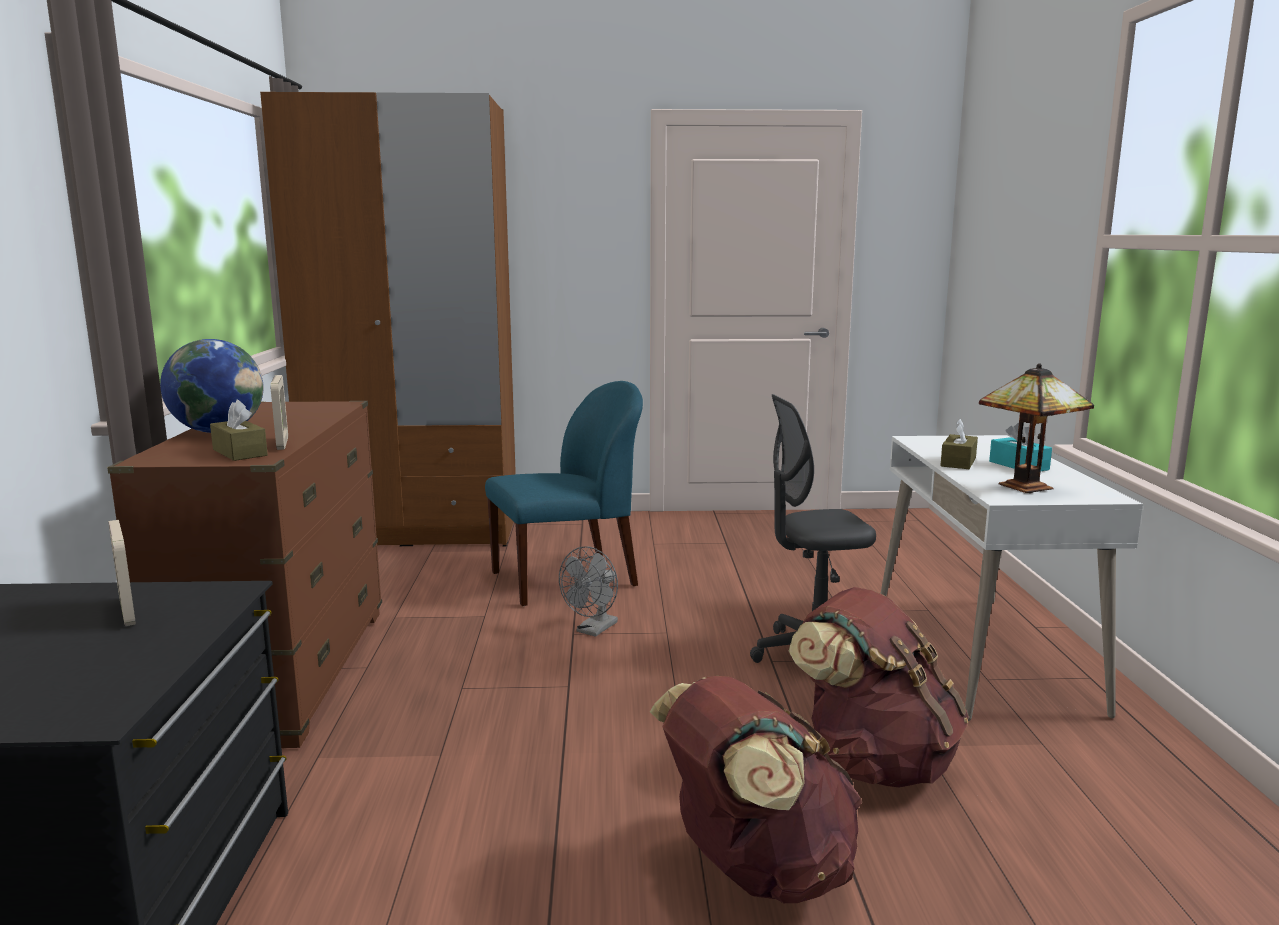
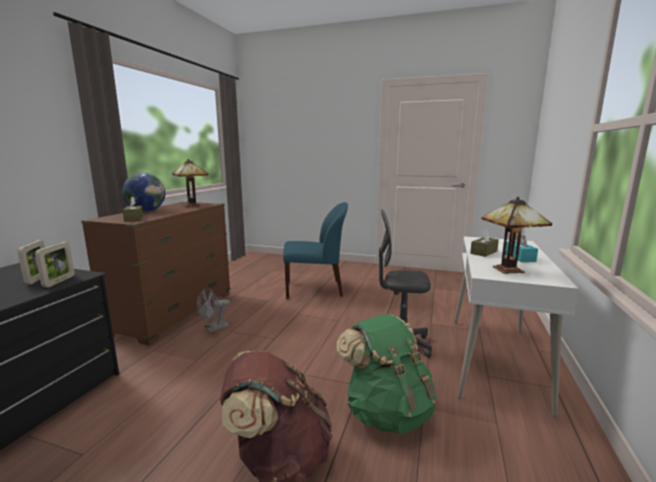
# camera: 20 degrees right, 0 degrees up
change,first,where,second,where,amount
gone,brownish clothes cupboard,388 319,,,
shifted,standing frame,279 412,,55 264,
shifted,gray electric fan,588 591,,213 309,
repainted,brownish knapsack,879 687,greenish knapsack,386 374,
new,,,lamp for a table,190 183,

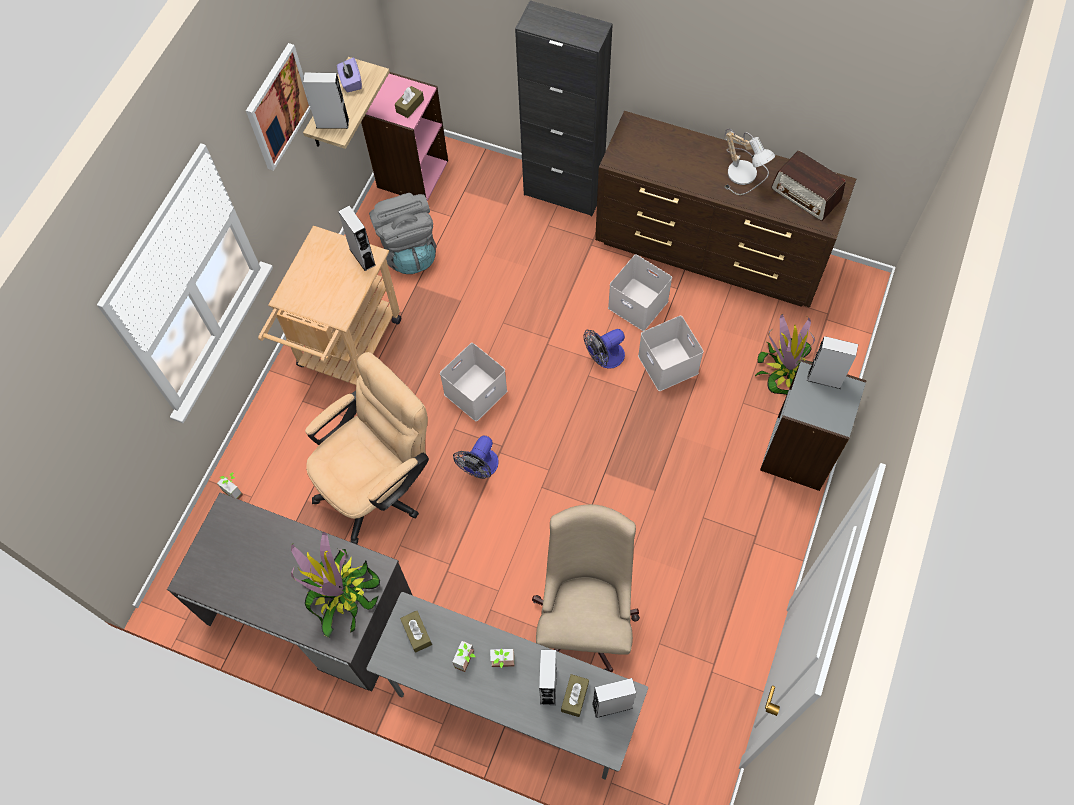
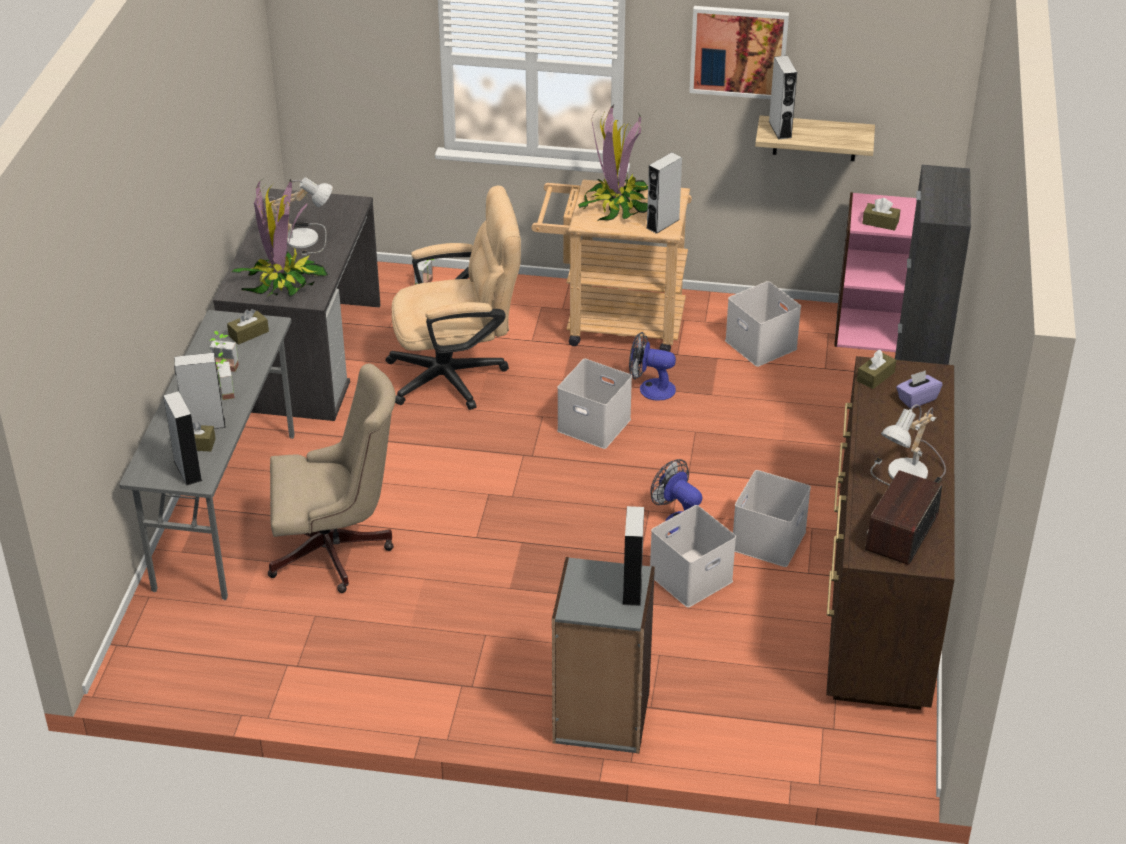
# camera: 75 degrees right, 25 degrees down
change,first,where,second,where,amount
rotated,beige office chair,367 448,,453 298,45 degrees counterclockwise
shifted,purplish tissue box,349 74,,919 389,
swapped,gray knapsack,403 233,white-coloured storage box,763 324,
shifted,electric fan,476 457,,652 366,
shifted,plant in a pot,785 354,,613 162,
new,,,lamp for a table,298 216,
new,,,brownish tissue box,876 369,

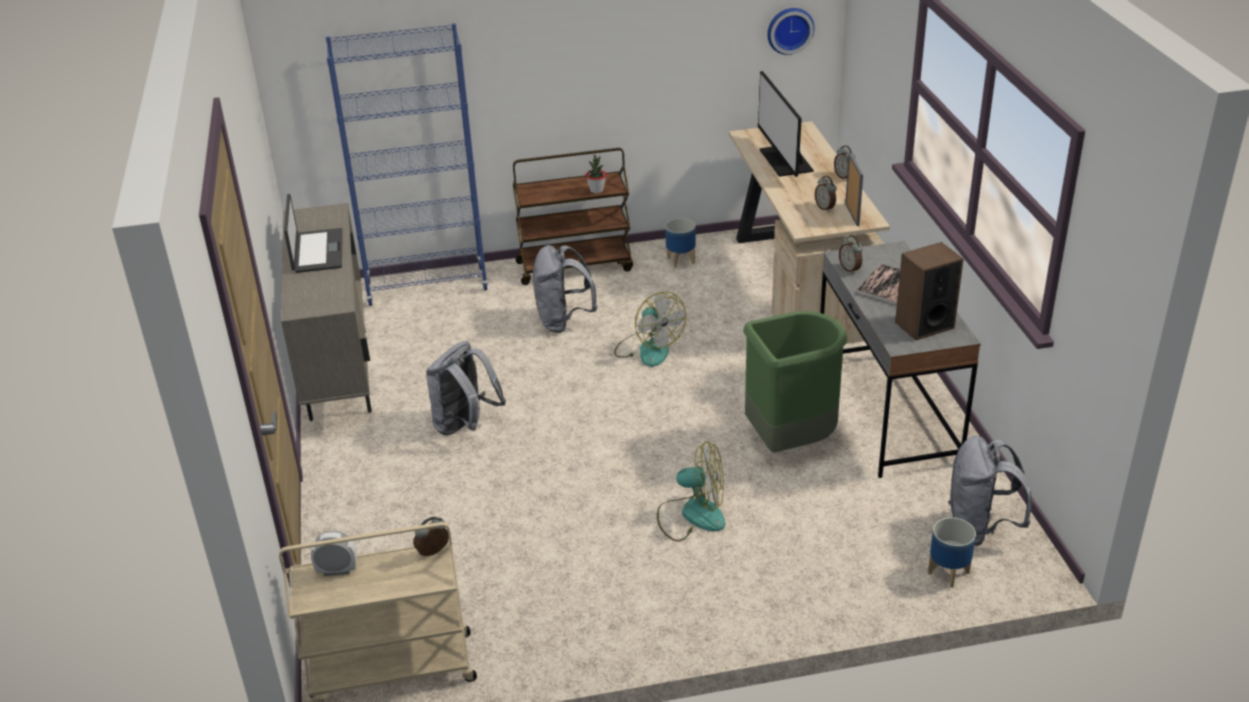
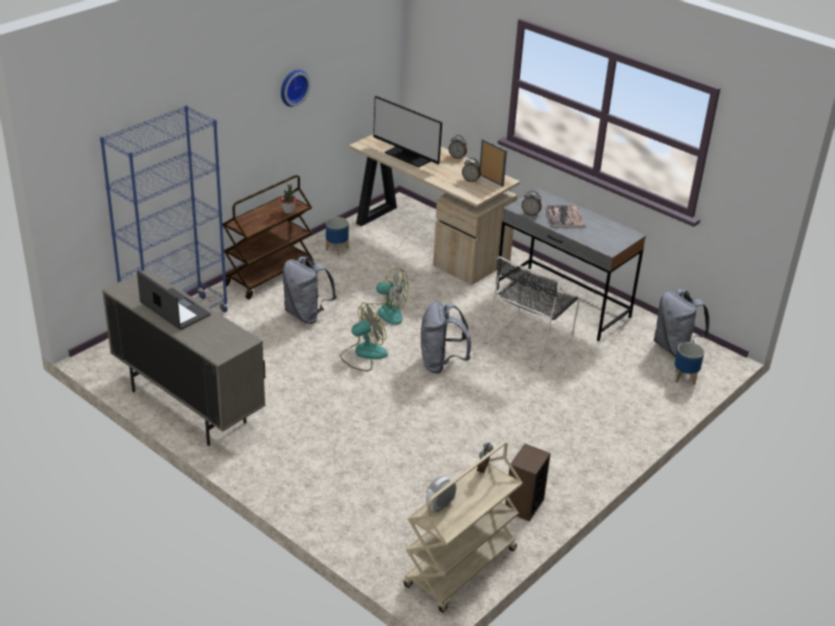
# camera: 40 degrees left, 0 degrees up
change,first,where,second,where,amount
shifted,gray knapsack,466 388,,446 337,
shifted,electric fan,691 491,,364 337,
swapped,greenish rubbish bin,795 381,black-coloured upright chair,532 312,
shifted,clock on the wall,791 31,,296 88,
shifted,audio speaker,929 291,,528 482,

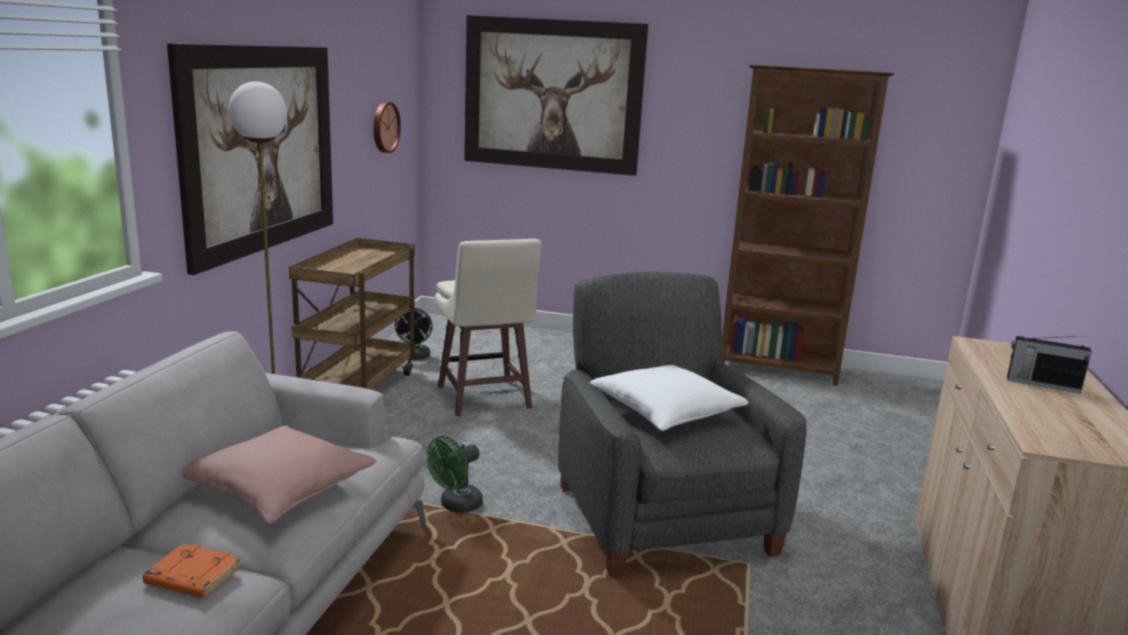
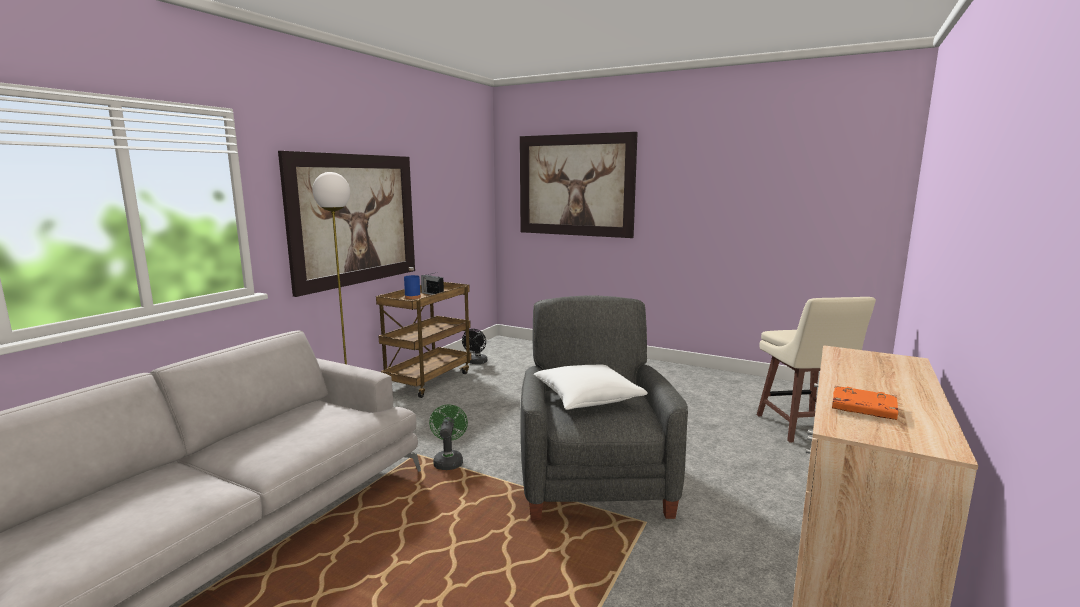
# camera: 15 degrees right, 5 degrees down
change,first,where,second,where,amount
shifted,orange bound book,192 570,,865 403,
gone,pink-coloured throw pillow,279 475,,,
gone,clock on the wall,387 127,,,
rotated,greenish electric fan,455 474,,448 437,120 degrees clockwise
shifted,beige sitting stool,488 327,,816 369,
gone,brownish shelving unit,807 225,,,
shifted,radio,1049 365,,432 283,
new,,,blue beverage bottle,412 283,

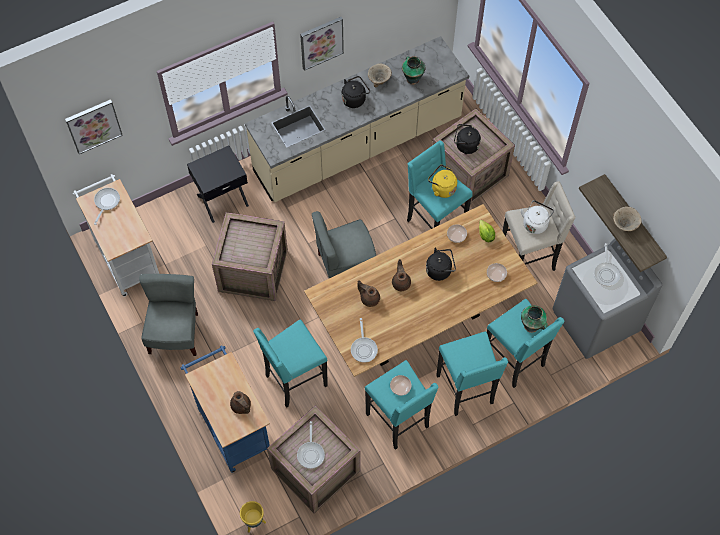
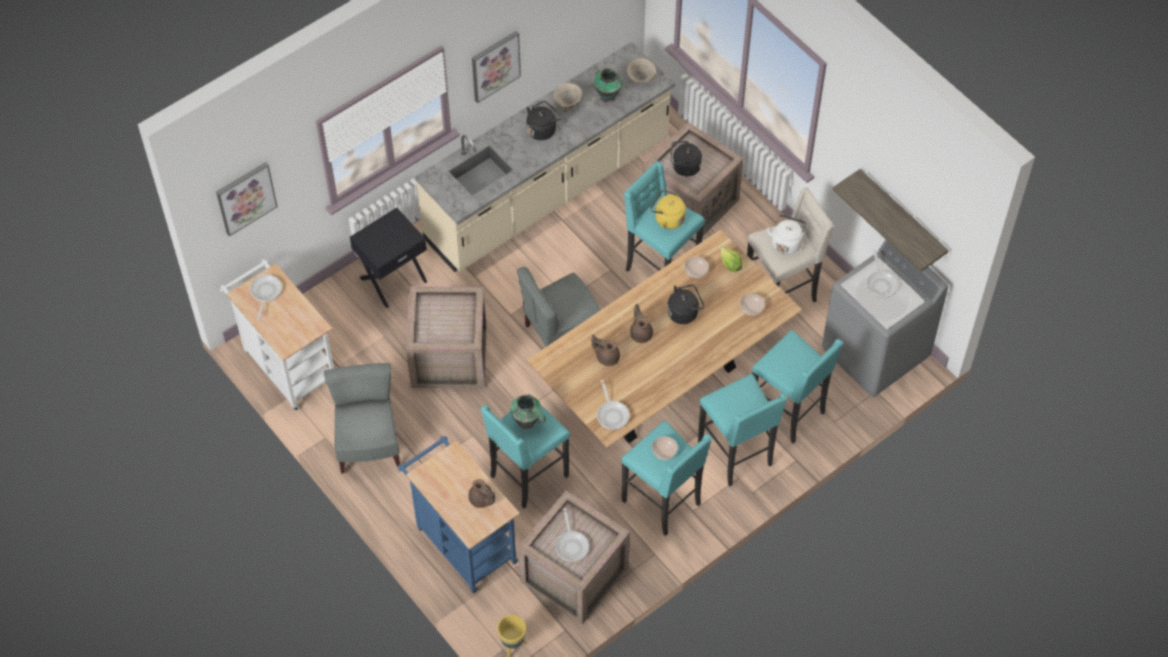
# camera: 10 degrees left, 5 degrees down
change,first,where,second,where,amount
shifted,vase,535 319,,528 412,
shifted,beige deep dish,627 219,,641 71,

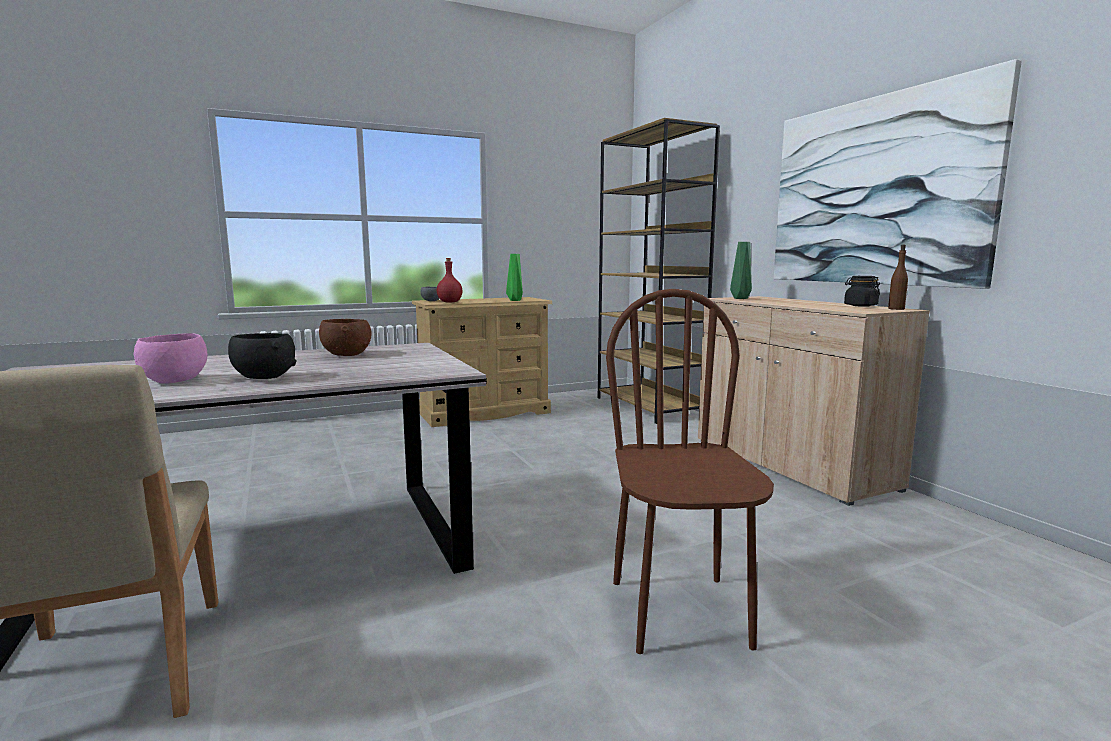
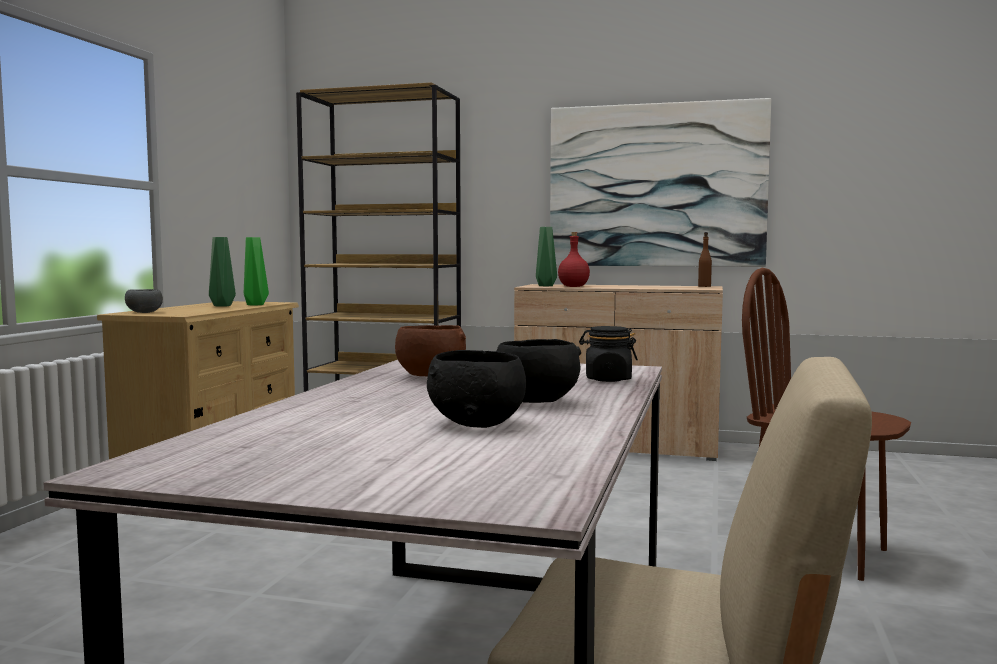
# camera: 50 degrees left, 5 degrees down
change,first,where,second,where,amount
repainted,pink-coloured deep dish,170 358,black-coloured deep dish,476 389,
shifted,red beverage bottle,450 280,,574 259,
shifted,black-coloured preserve jar,862 291,,608 354,
new,,,greenish vase,222 272,

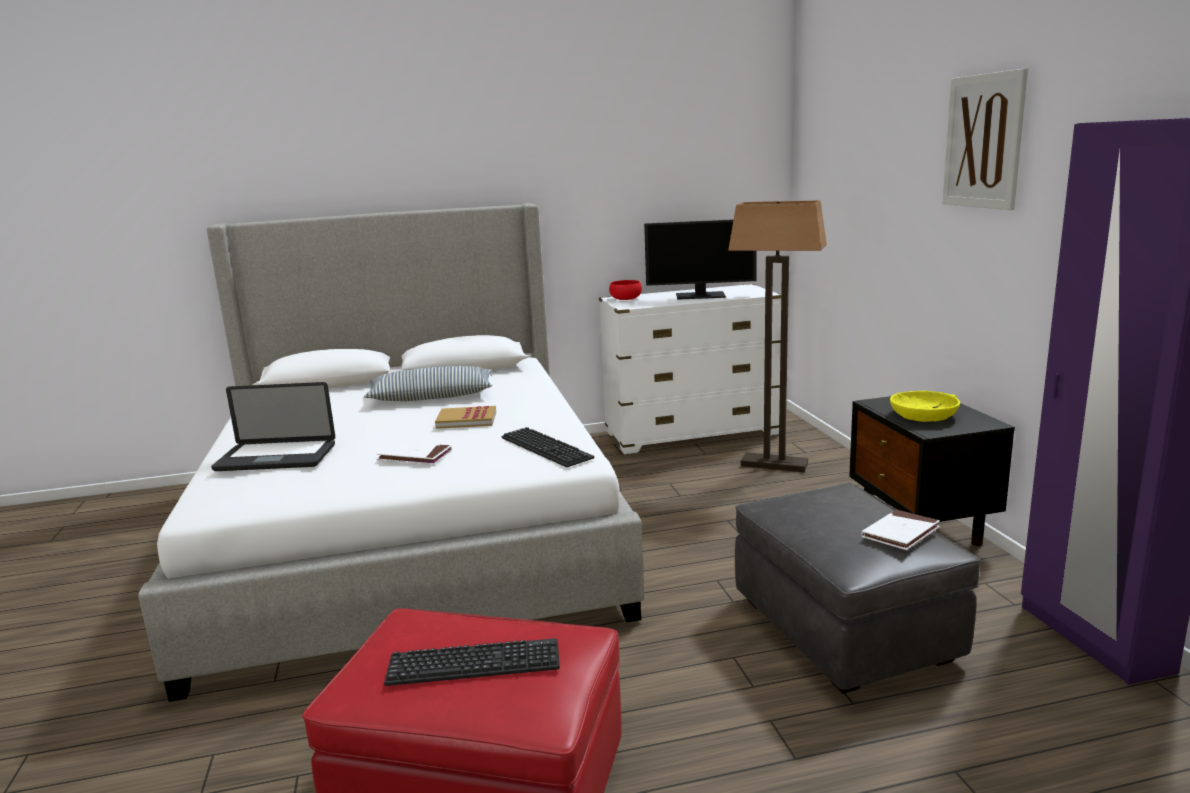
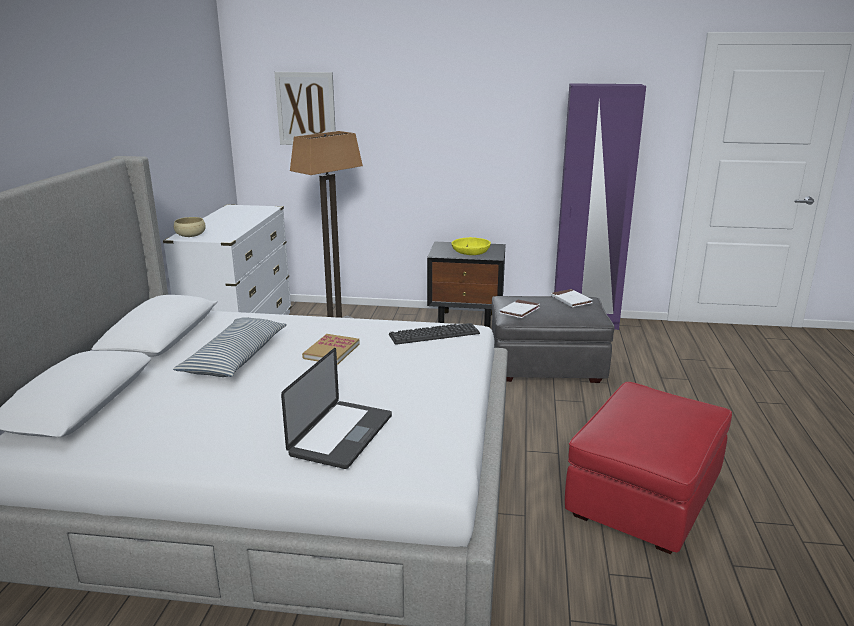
# camera: 70 degrees left, 5 degrees up
change,first,where,second,where,amount
shifted,white-coloured bound book,414 453,,519 309,
gone,keyboard,472 662,,,
repainted,red deep dish,625 290,beige deep dish,190 227,
gone,computer display,700 259,,,
shifted,wall picture,985 139,,305 108,

